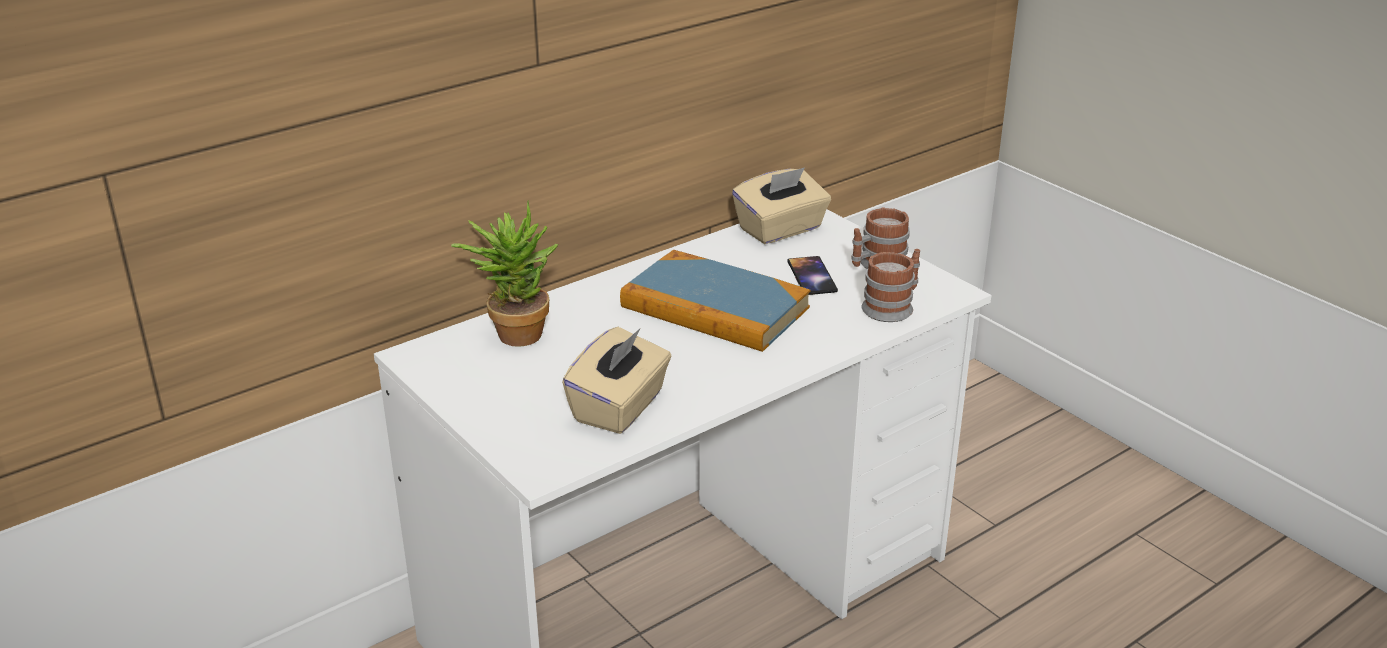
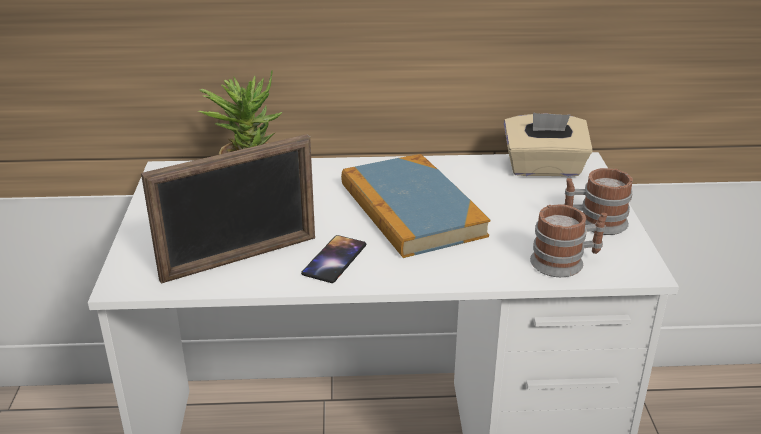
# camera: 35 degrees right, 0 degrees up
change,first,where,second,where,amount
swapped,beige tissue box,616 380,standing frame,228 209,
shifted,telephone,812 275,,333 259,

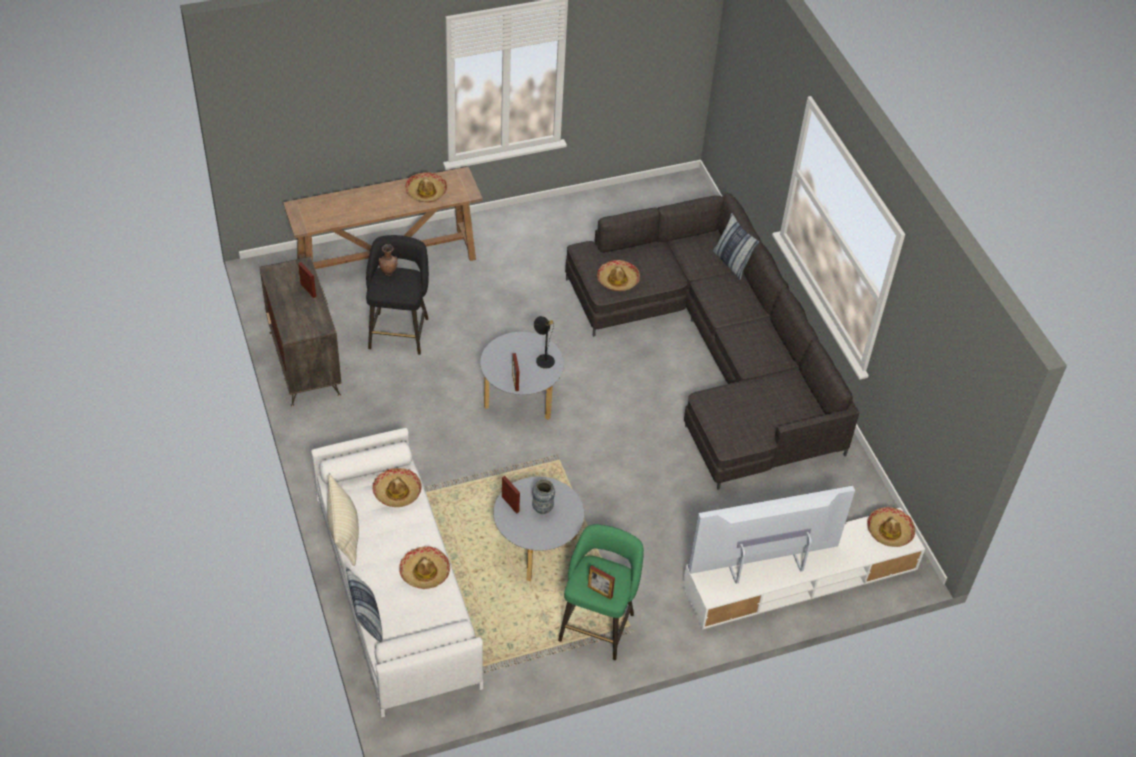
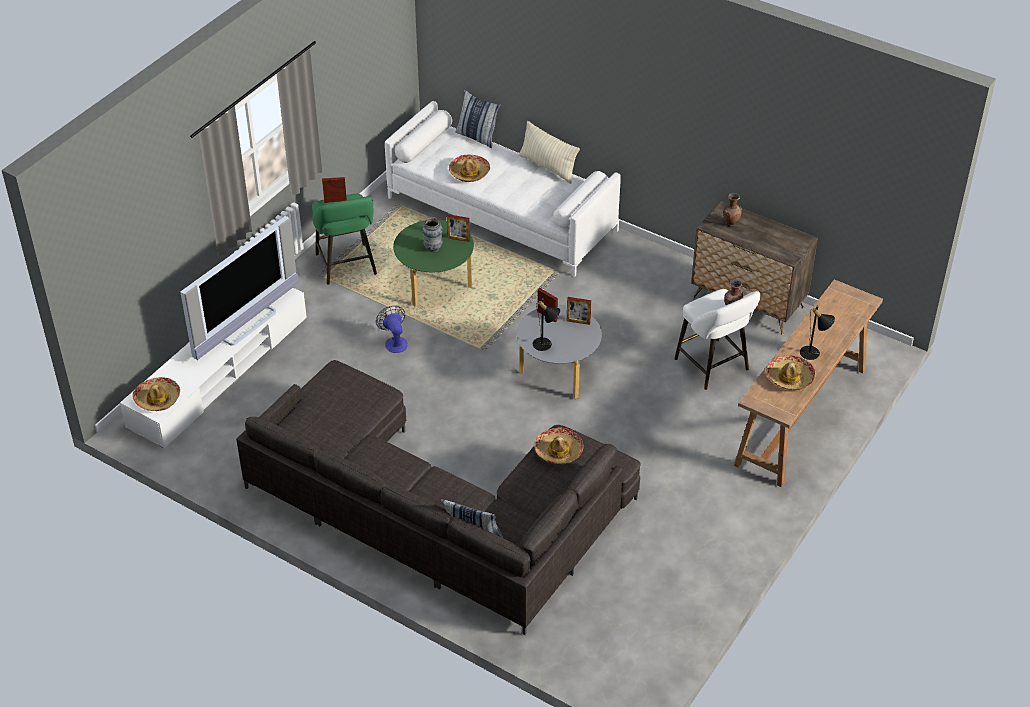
# camera: 145 degrees right, 5 degrees down
change,first,where,second,where,amount
shifted,standing frame,307 280,,579 311,
repainted,black-coloured sitting stool,397 295,white-coloured sitting stool,717 339,
gone,clothing hat,397 487,,,
repainted,gray lounge table,539 529,greenish lounge table,433 263,
new,,,electric fan,392 329,
new,,,brownish vase,732 210,
new,,,black-coloured lamp for a table,817 332,

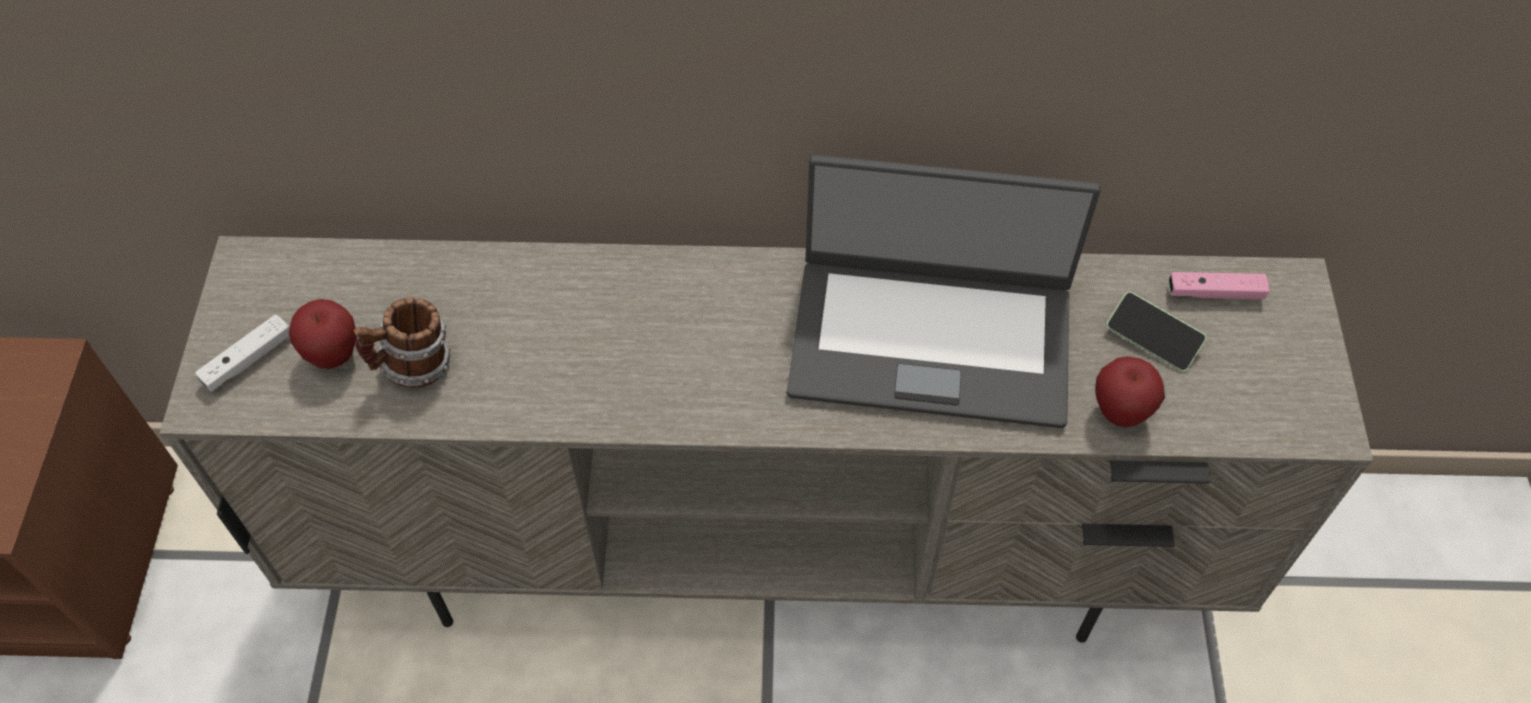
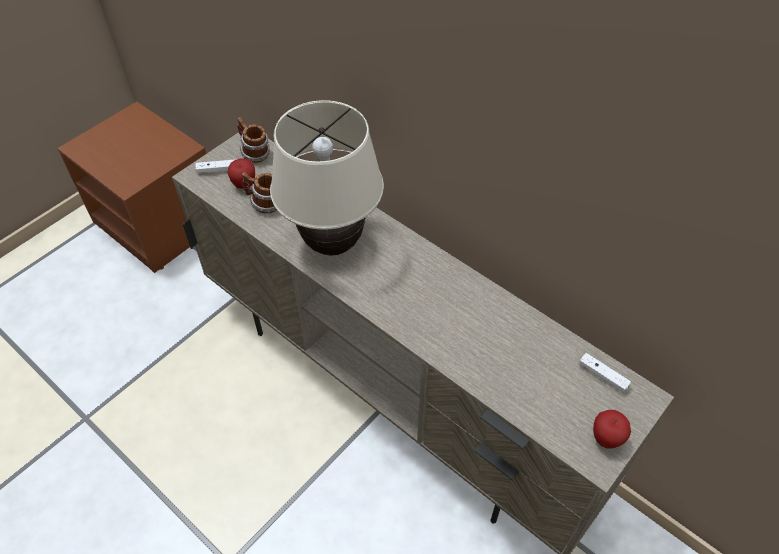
# camera: 40 degrees right, 5 degrees down
change,first,where,second,where,amount
gone,portable computer,943 291,,,
shifted,whole apple,1130 391,,612 429,
gone,telephone,1156 332,,,
repainted,pink-coloured joypad,1219 285,white-coloured joypad,605 373,
new,,,coffee mug,253 140,
new,,,beige lamp for a table,327 178,

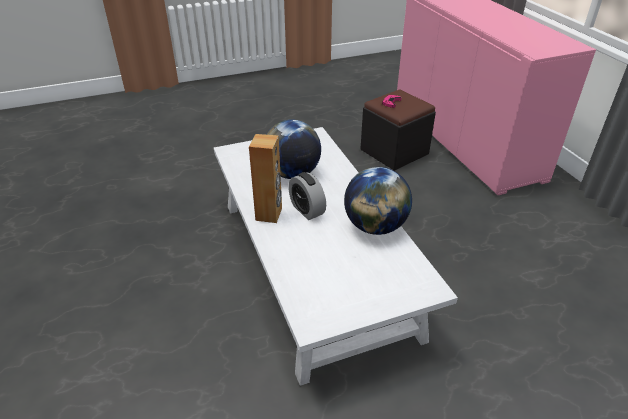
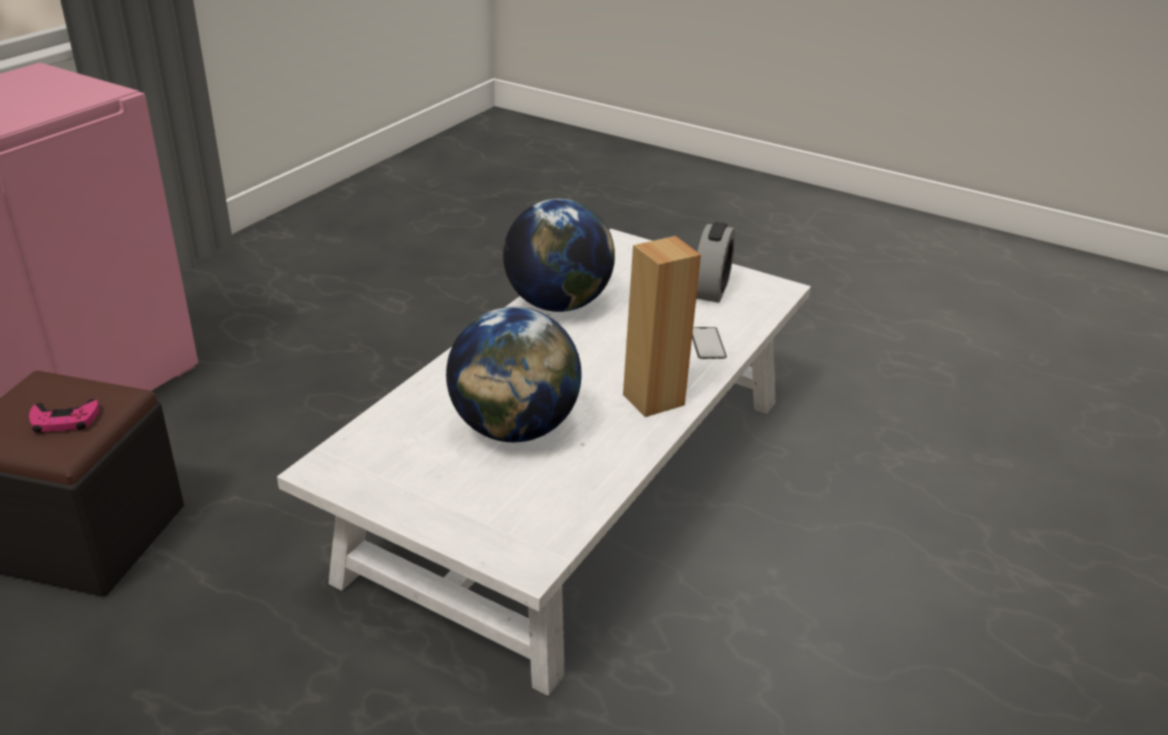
# camera: 130 degrees left, 5 degrees down
change,first,where,second,where,amount
shifted,alarm clock,307 196,,715 262,
new,,,telephone,709 343,

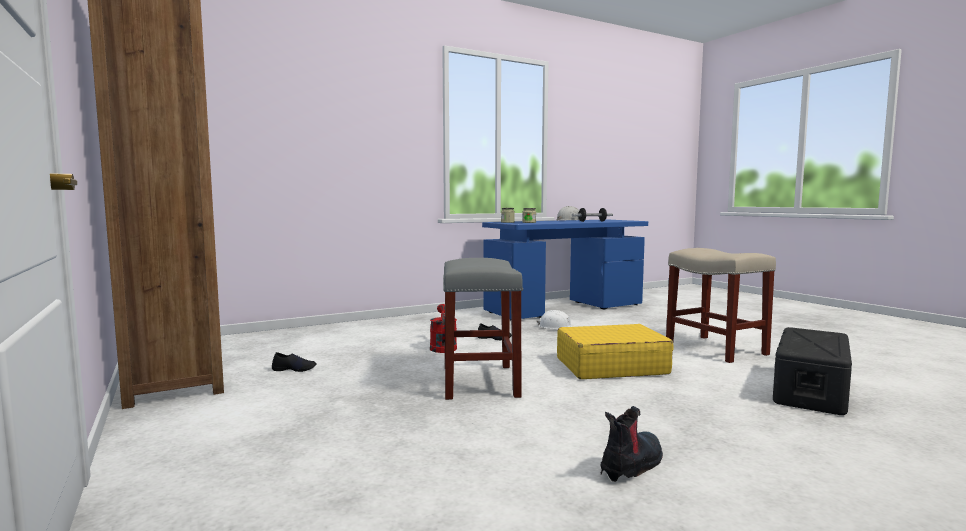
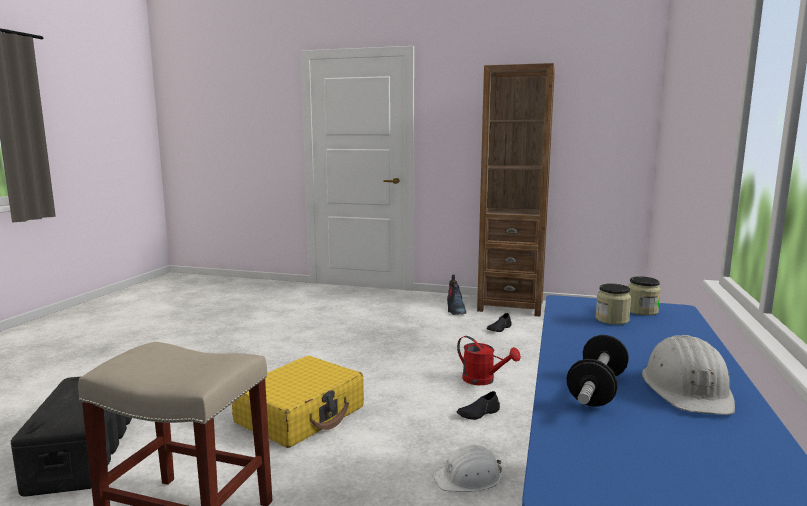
# camera: 135 degrees right, 5 degrees up
change,first,where,second,where,amount
gone,gray sitting stool,483 329,,,
shifted,tall boot,631 444,,456 295,

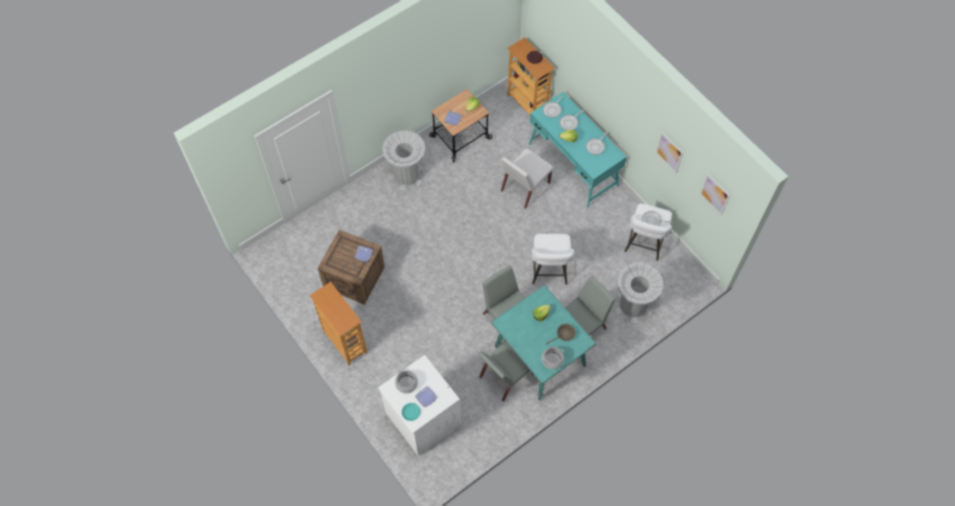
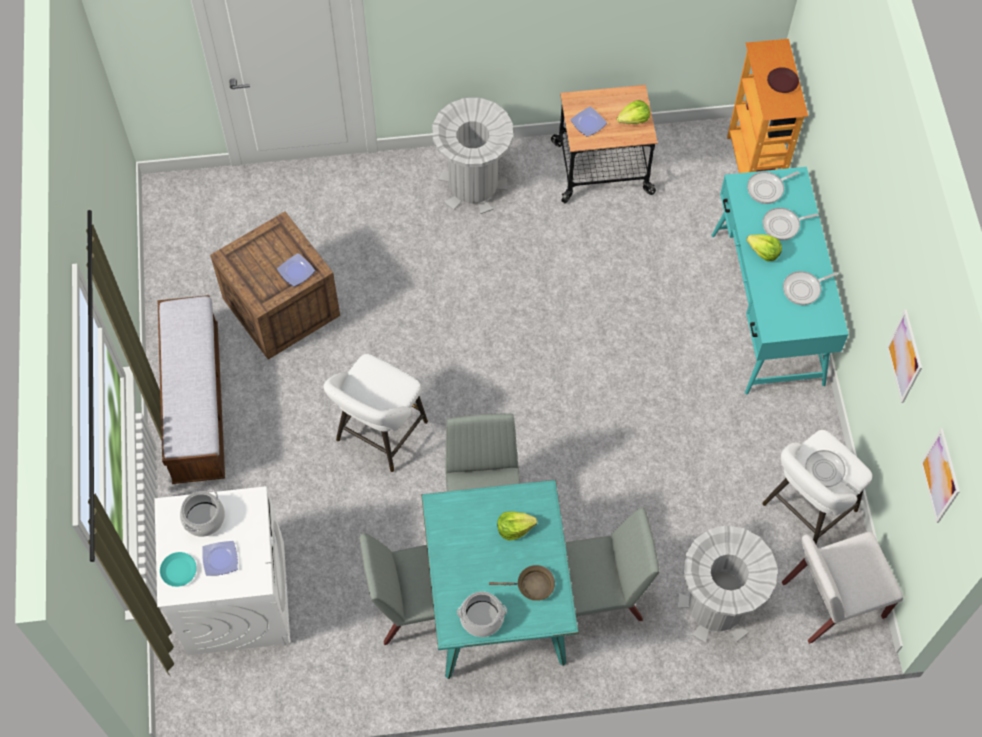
# camera: 30 degrees right, 0 degrees up
change,first,where,second,where,amount
swapped,shelving unit,338 323,long seat,191 389,
shifted,white-coloured upright chair,527 178,,842 587,
shifted,white-coloured sitting stool,553 259,,376 413,

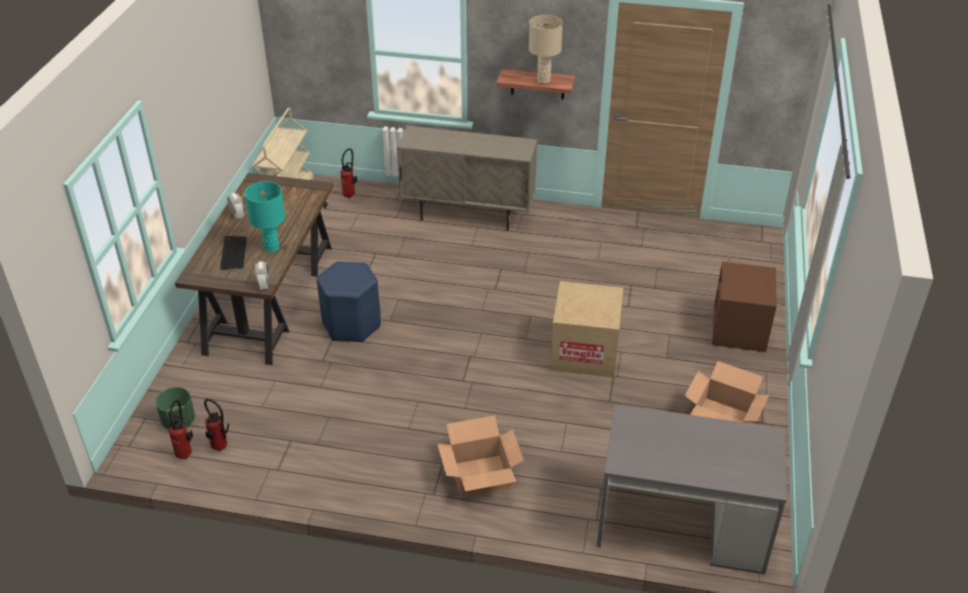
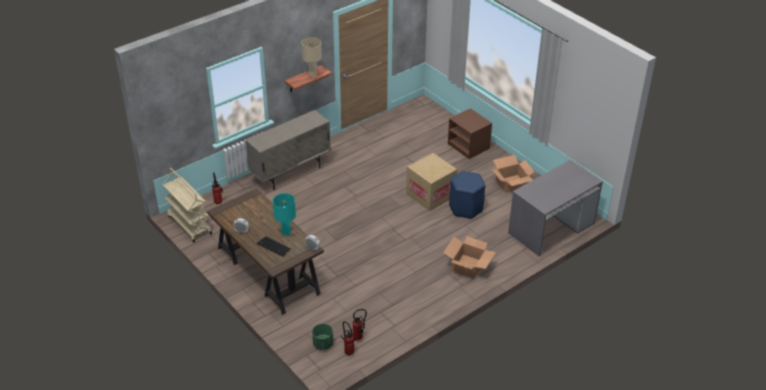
# camera: 50 degrees left, 0 degrees up
change,first,where,second,where,amount
shifted,blue sitting stool,348 301,,467 195,

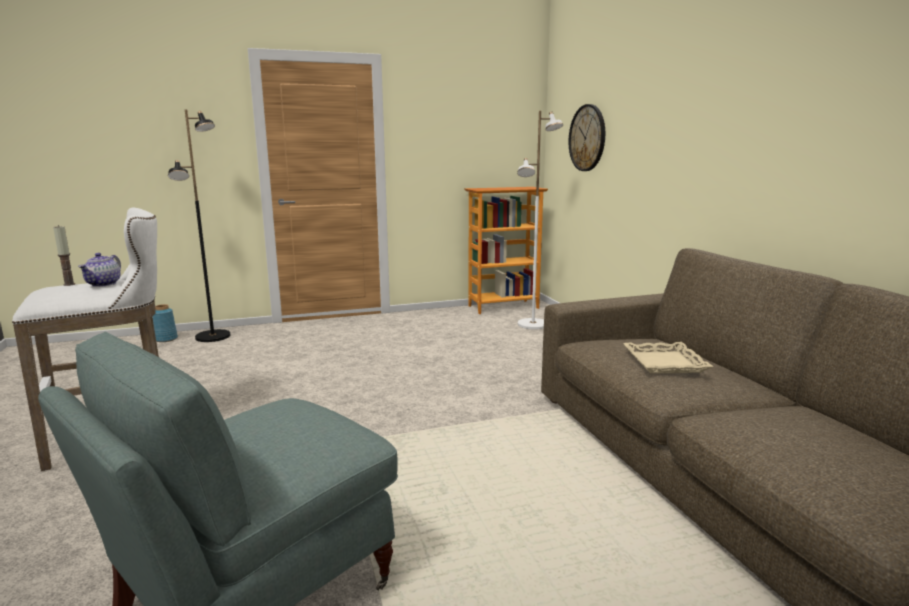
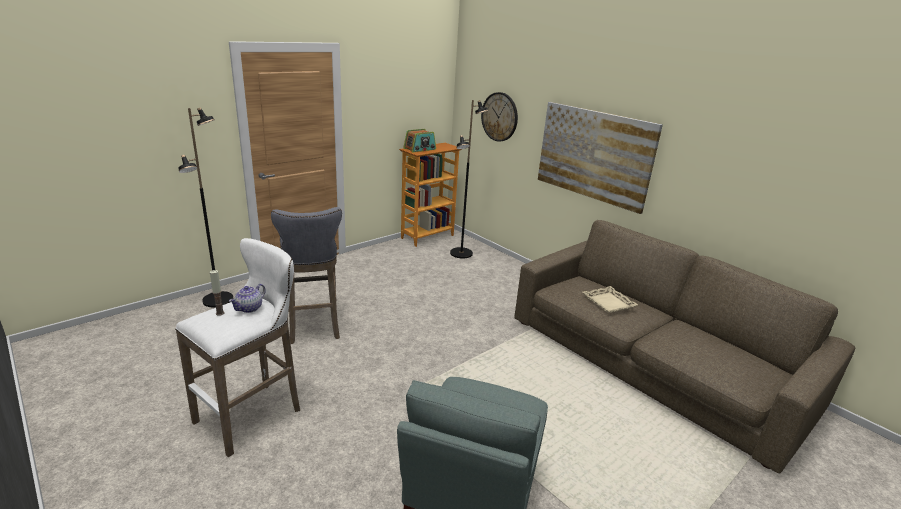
# camera: 25 degrees left, 10 degrees up
change,first,where,second,where,amount
rotated,teapot,99 270,,247 298,45 degrees clockwise
gone,blue vase,165 323,,,
repainted,white-coloured floor lamp,540 220,black-coloured floor lamp,469 179,
new,,,gray sitting stool,306 275,
new,,,radio,419 140,
new,,,wall picture,600 158,

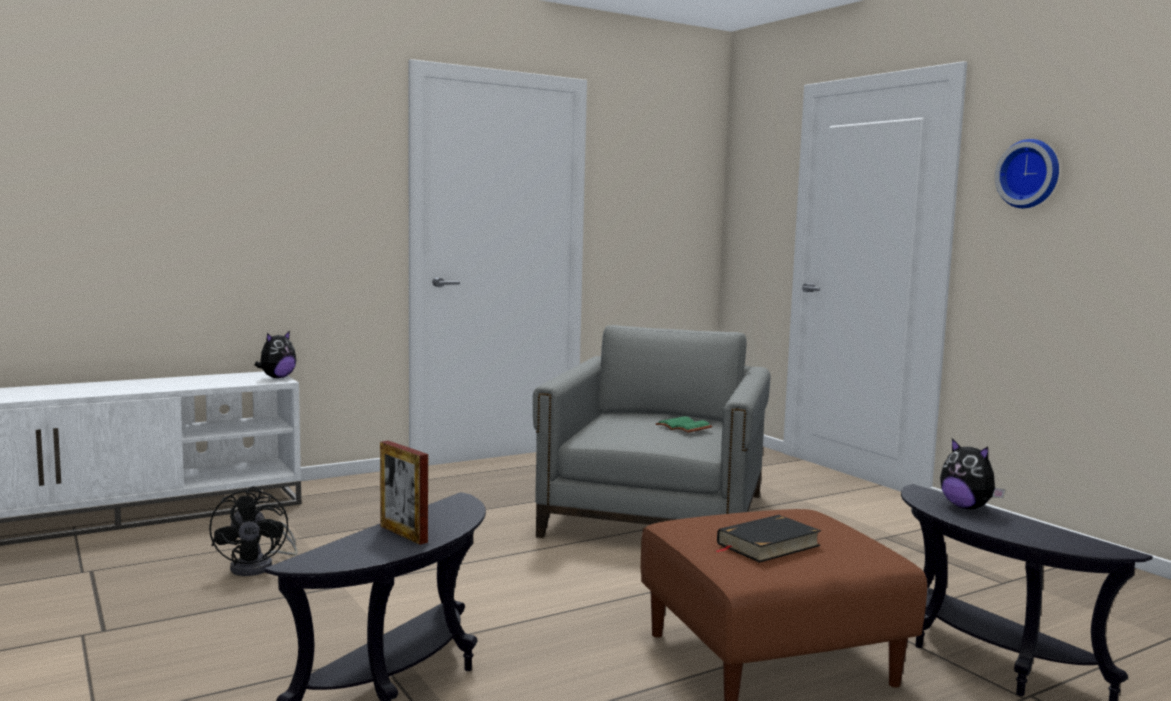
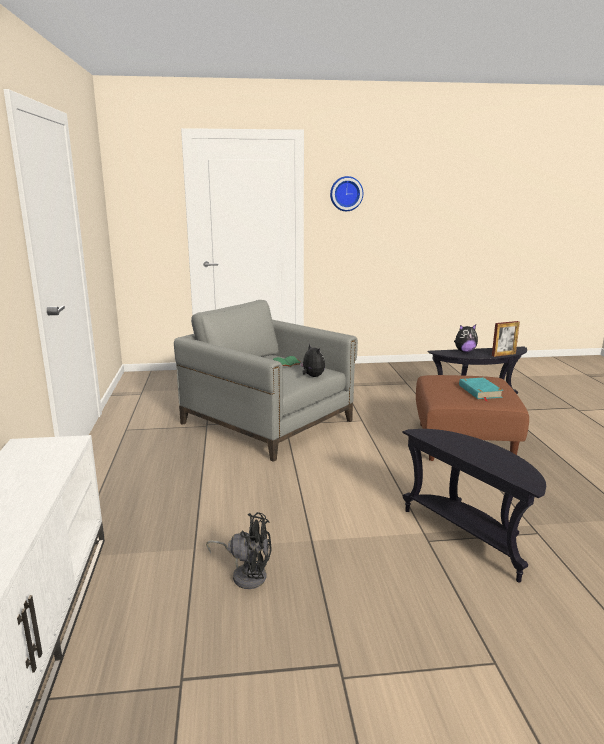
# camera: 65 degrees left, 10 degrees up
change,first,where,second,where,amount
shifted,cuddly toy,275 354,,312 360,
shifted,standing frame,404 492,,506 339,
repainted,black-coloured bound book,768 539,turquoise bound book,481 390,

